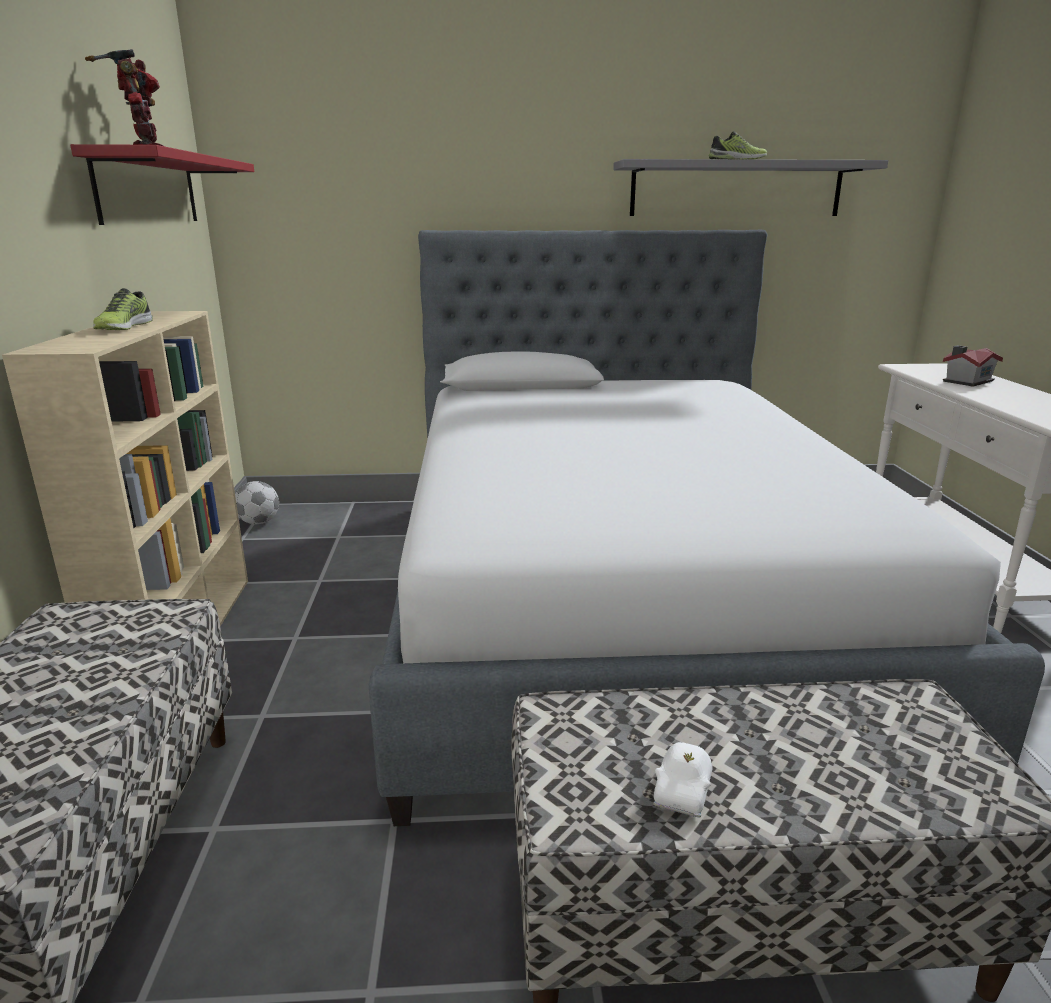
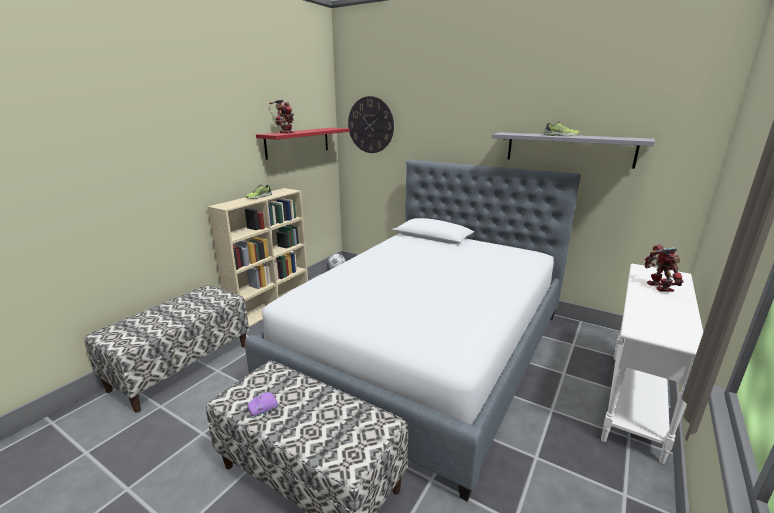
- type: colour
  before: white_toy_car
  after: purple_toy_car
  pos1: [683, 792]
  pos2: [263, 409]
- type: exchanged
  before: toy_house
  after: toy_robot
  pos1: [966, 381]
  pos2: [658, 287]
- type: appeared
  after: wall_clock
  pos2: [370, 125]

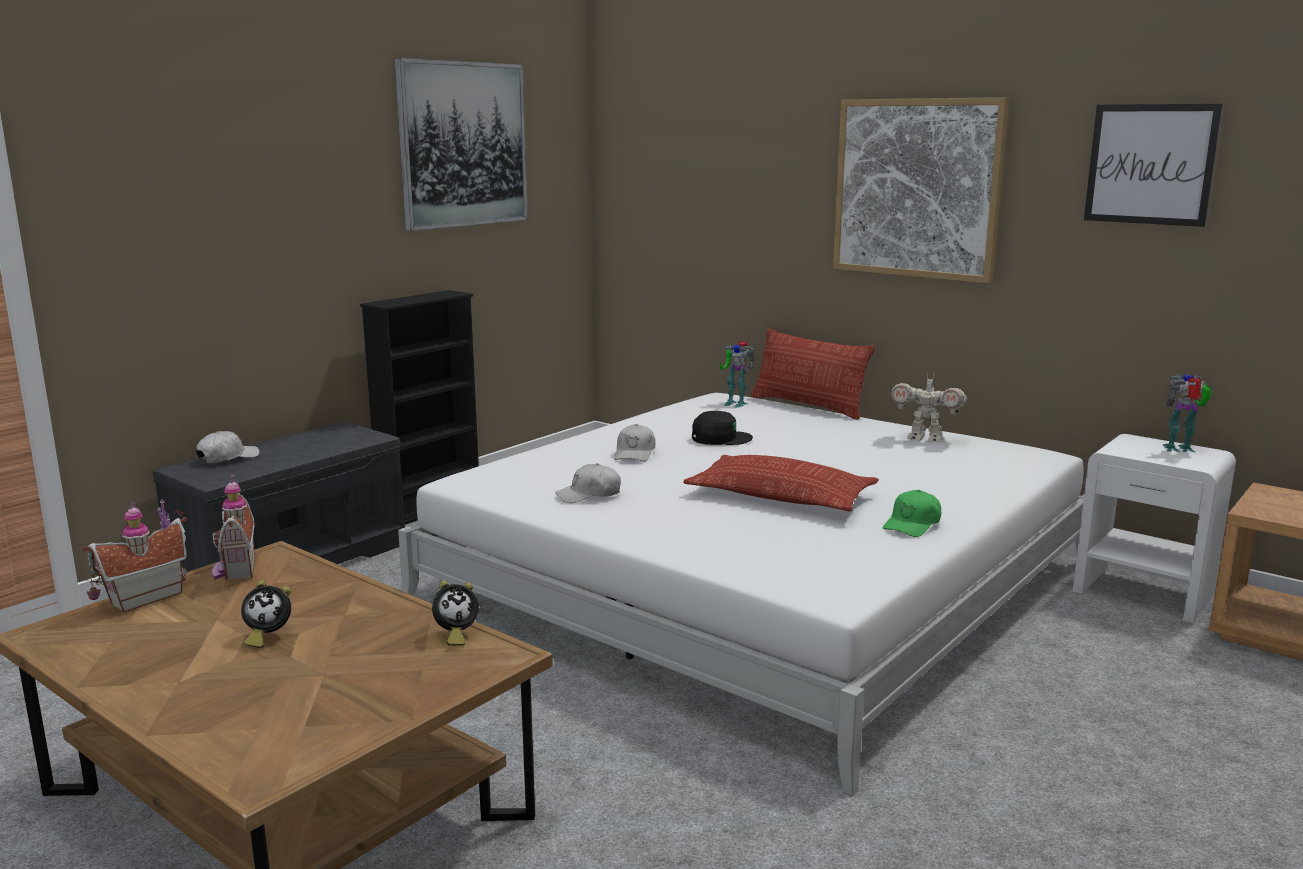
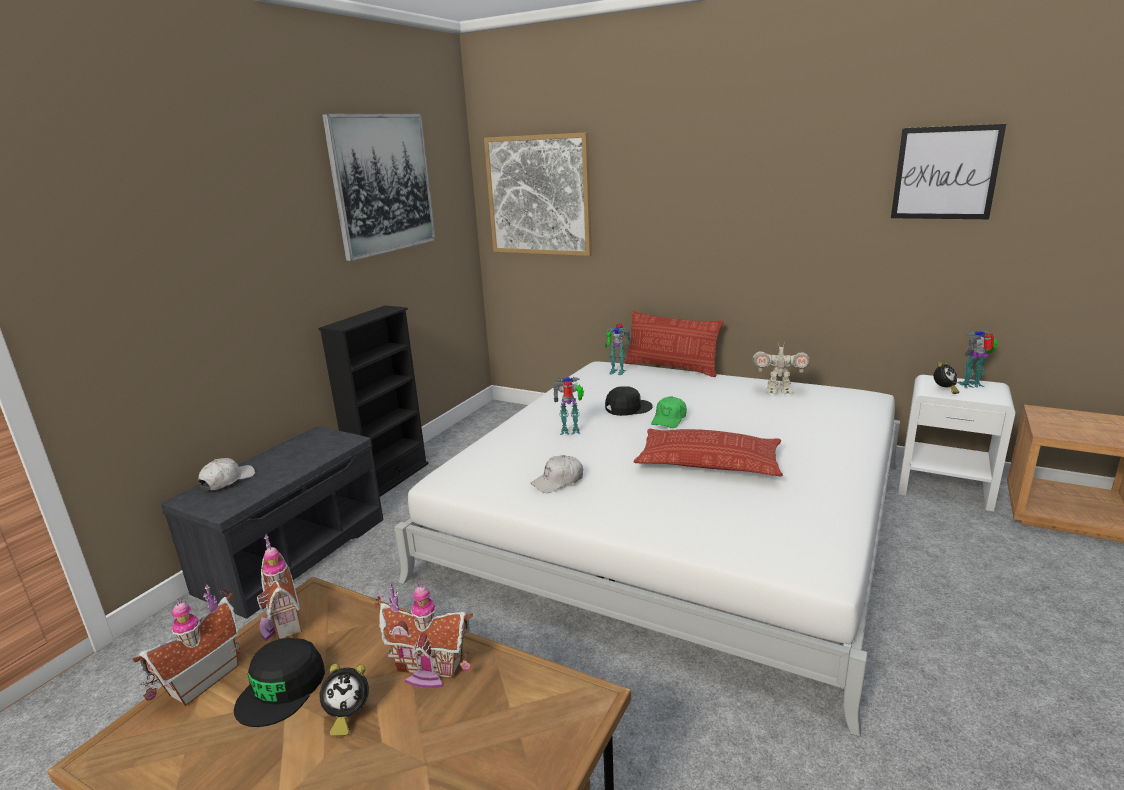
- type: relocated
  before: alarm_clock
  pos1: [455, 636]
  pos2: [944, 390]
- type: exchanged
  before: white_cap
  after: toy_robot
  pos1: [635, 453]
  pos2: [571, 432]
- type: relocated
  before: picture
  pos1: [916, 188]
  pos2: [539, 195]
- type: relocated
  before: green_cap
  pos1: [912, 525]
  pos2: [669, 419]
- type: appeared
  after: black_cap
  pos2: [282, 688]
- type: appeared
  after: toy_house
  pos2: [428, 670]

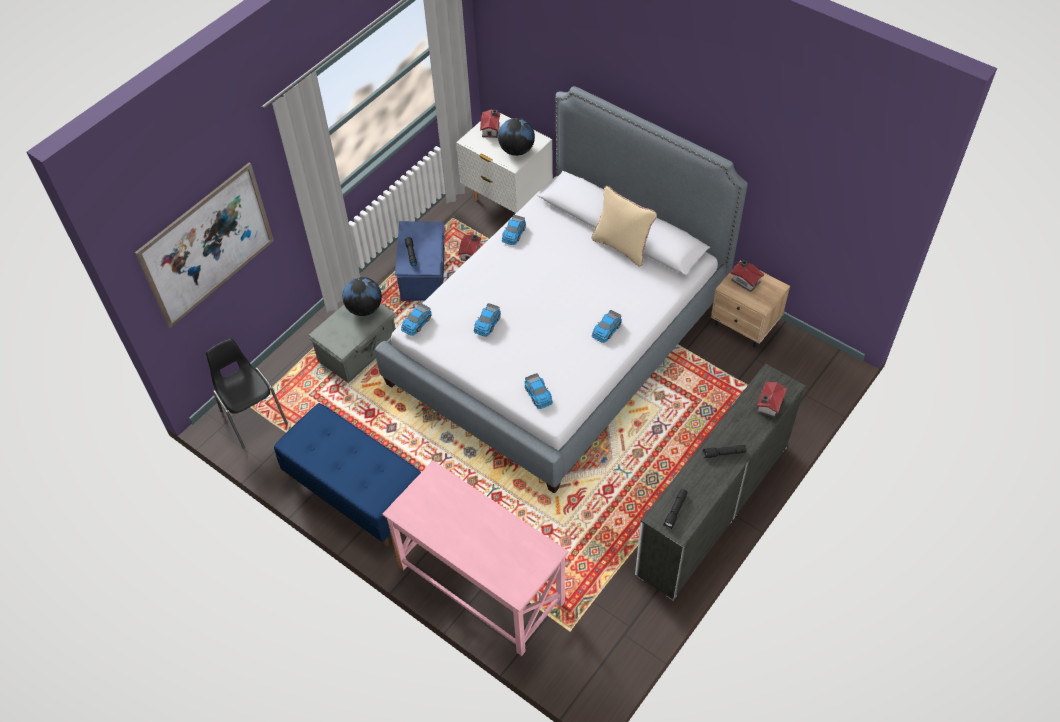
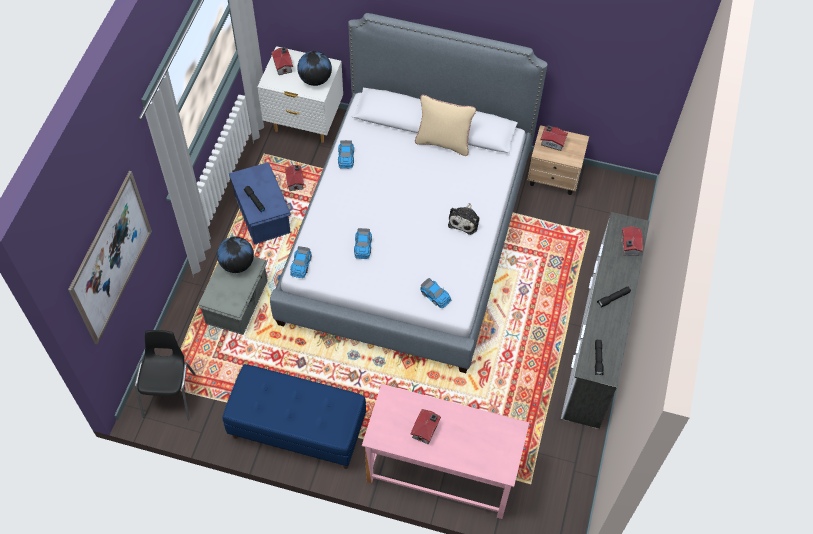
- type: spun
  before: black_chair
  pos1: [252, 416]
  pos2: [170, 393]
  turn: 60
- type: exchanged
  before: toy_car
  after: plush_toy
  pos1: [606, 330]
  pos2: [465, 221]
- type: appeared
  after: toy_house
  pos2: [426, 430]

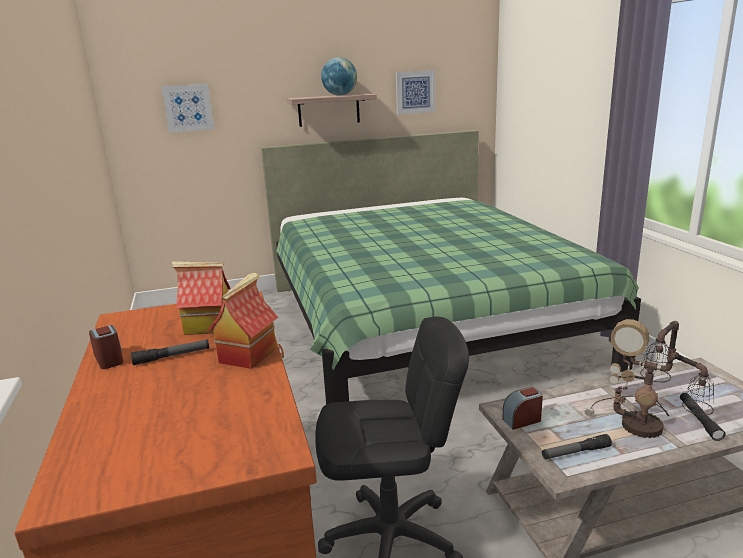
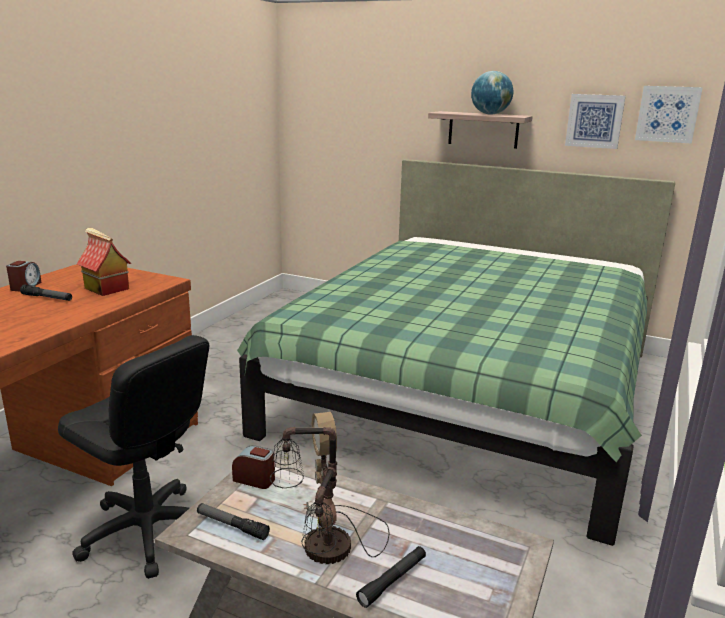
- type: relocated
  before: picture
  pos1: [188, 108]
  pos2: [667, 114]
- type: missing
  before: toy_house
  pos1: [247, 354]

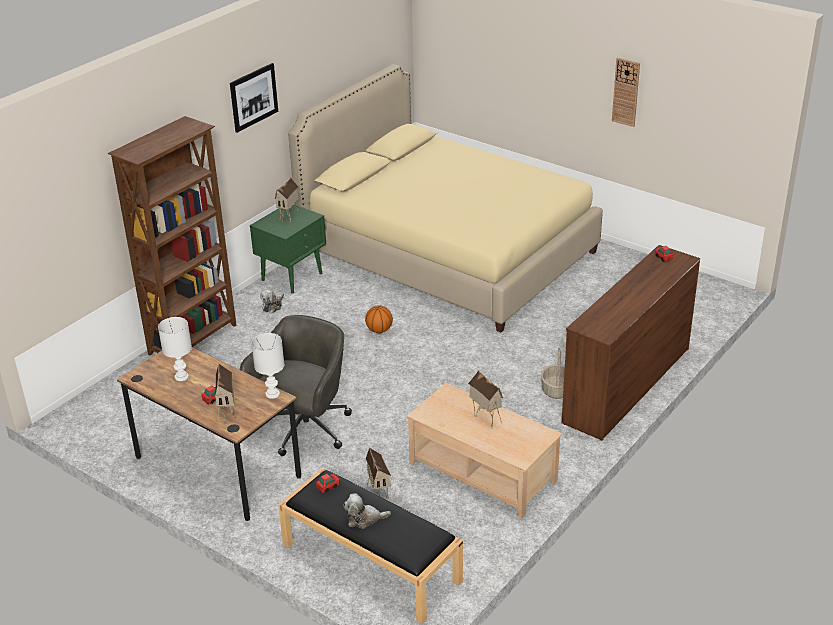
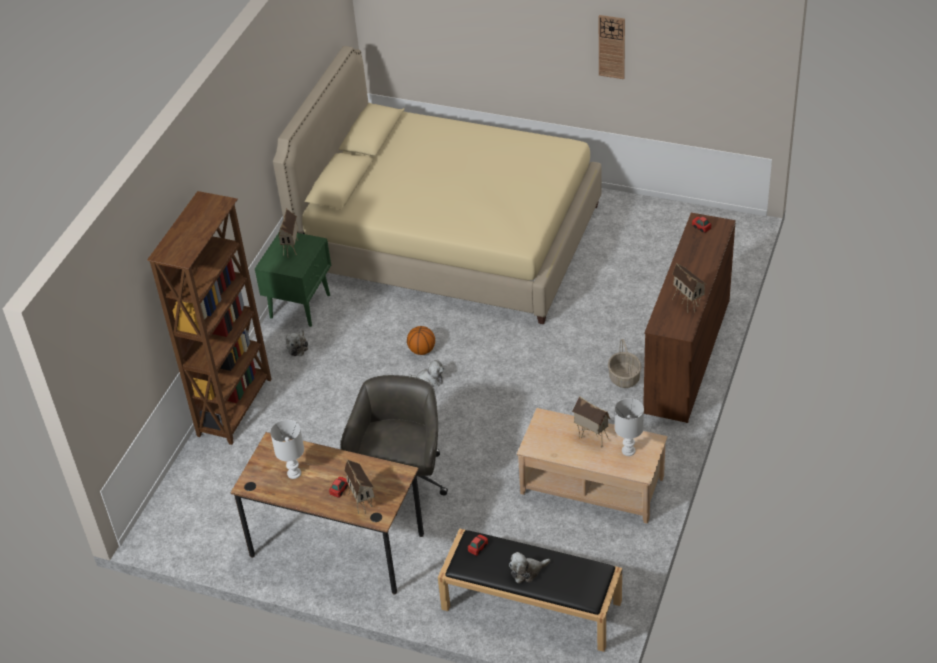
- type: missing
  before: picture
  pos1: [254, 97]
- type: relocated
  before: white_table_lamp
  pos1: [272, 394]
  pos2: [628, 451]
- type: relocated
  before: toy_house
  pos1: [379, 494]
  pos2: [687, 304]
- type: appeared
  after: plush_toy
  pos2: [429, 380]

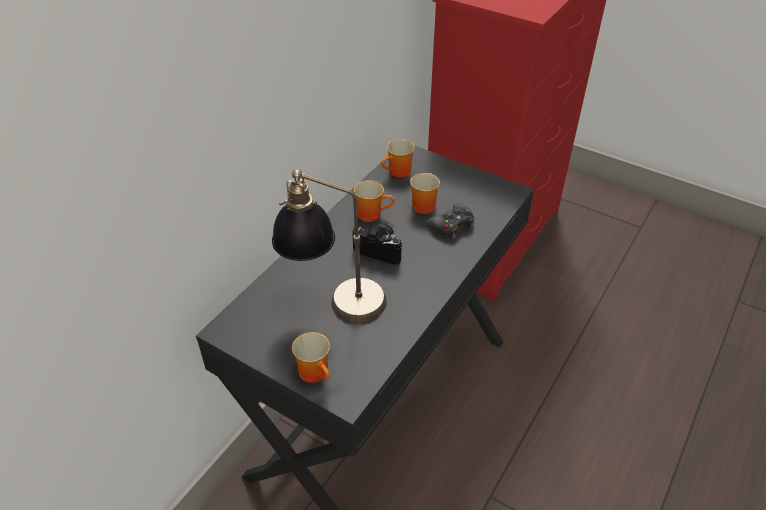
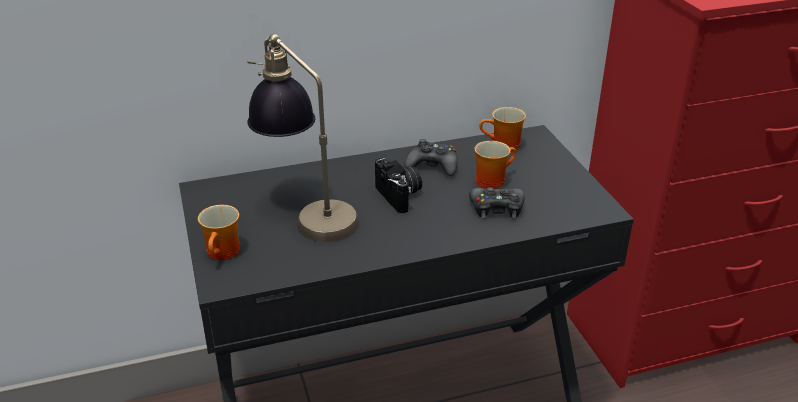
- type: exchanged
  before: mug
  after: black_game_controller
  pos1: [372, 213]
  pos2: [433, 166]

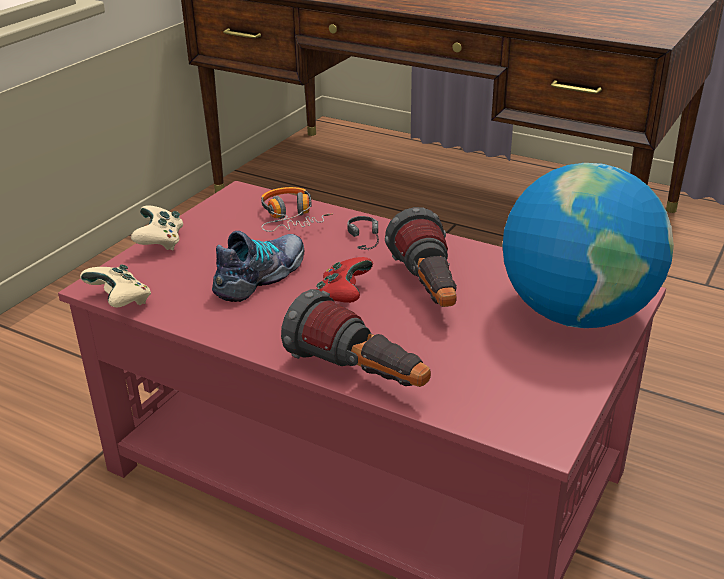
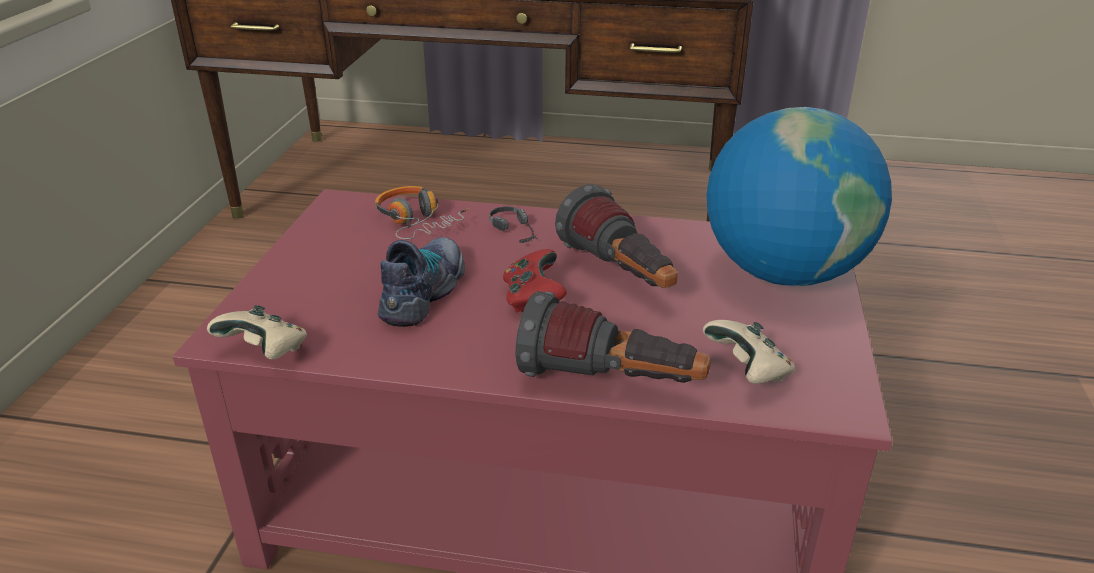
- type: relocated
  before: beige_game_controller
  pos1: [160, 242]
  pos2: [748, 371]

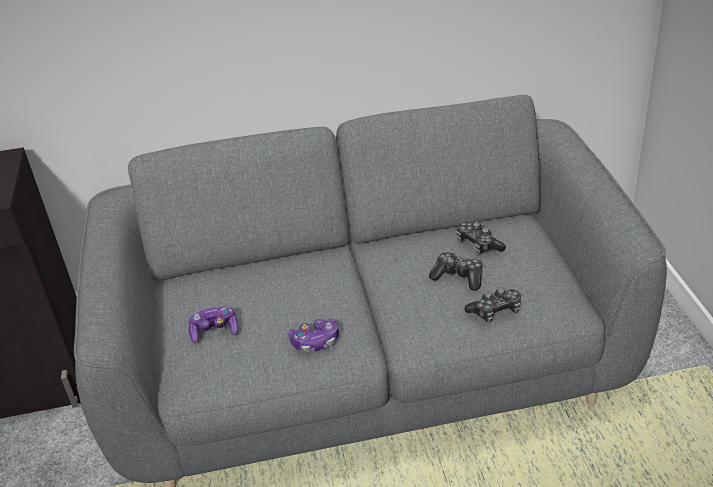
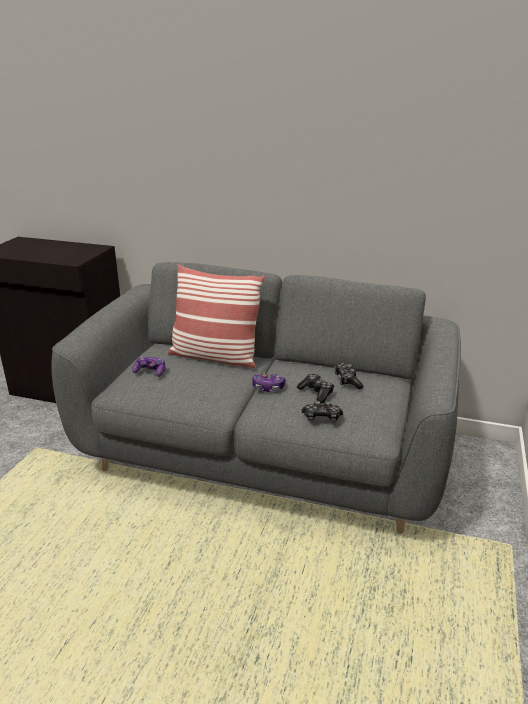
- type: relocated
  before: game_controller
  pos1: [315, 342]
  pos2: [268, 387]
- type: appeared
  after: pillow
  pos2: [214, 356]

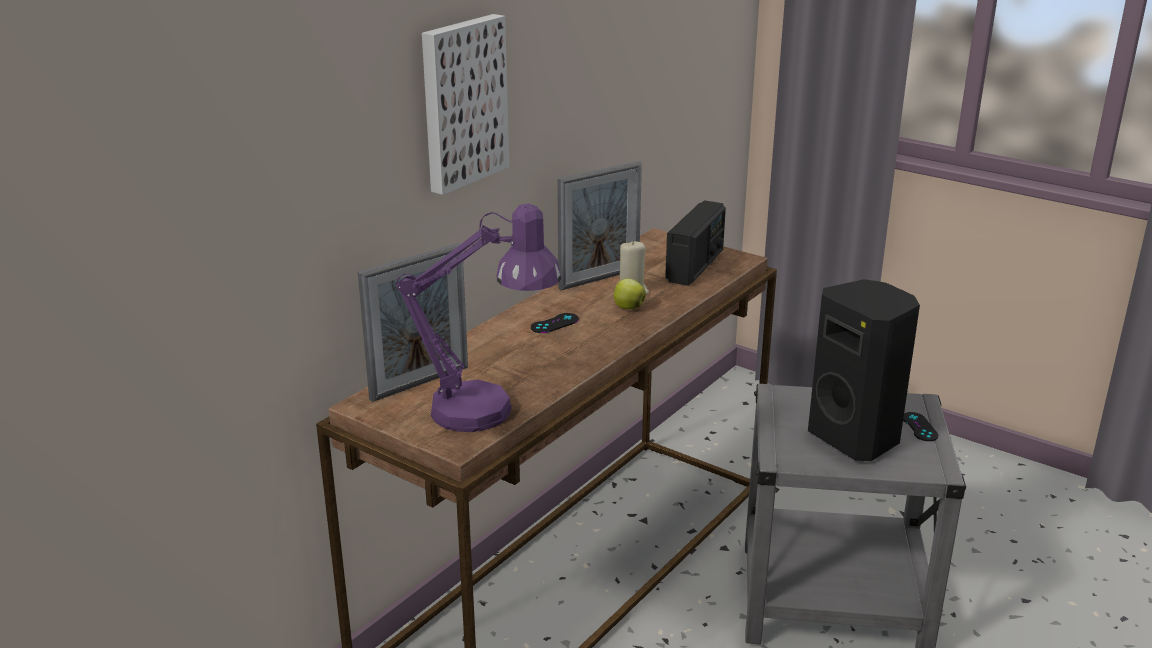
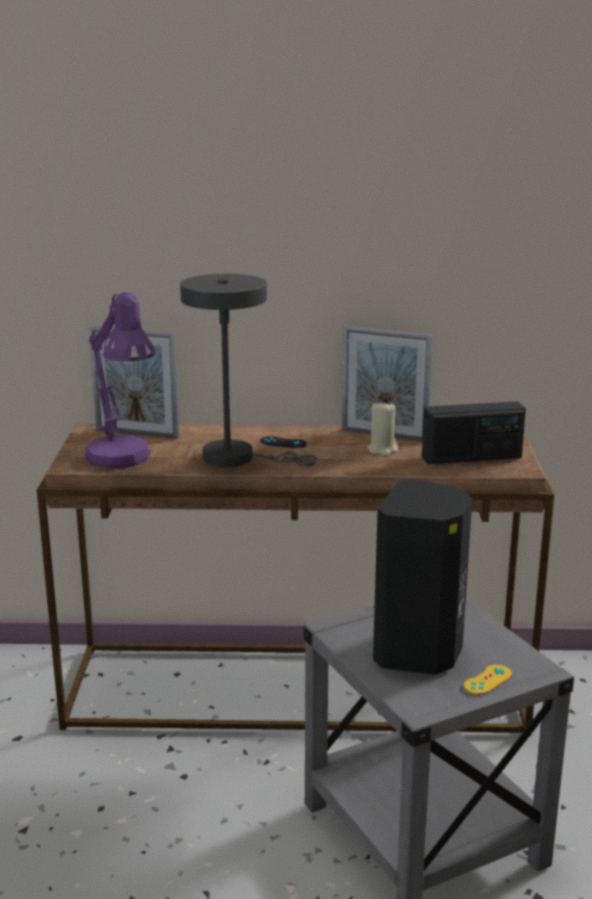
- type: missing
  before: picture
  pos1: [461, 102]
- type: missing
  before: apple
  pos1: [628, 307]
- type: colour
  before: black_game_controller
  after: yellow_game_controller
  pos1: [919, 427]
  pos2: [487, 680]
- type: appeared
  after: grey_table_lamp
  pos2: [237, 458]

